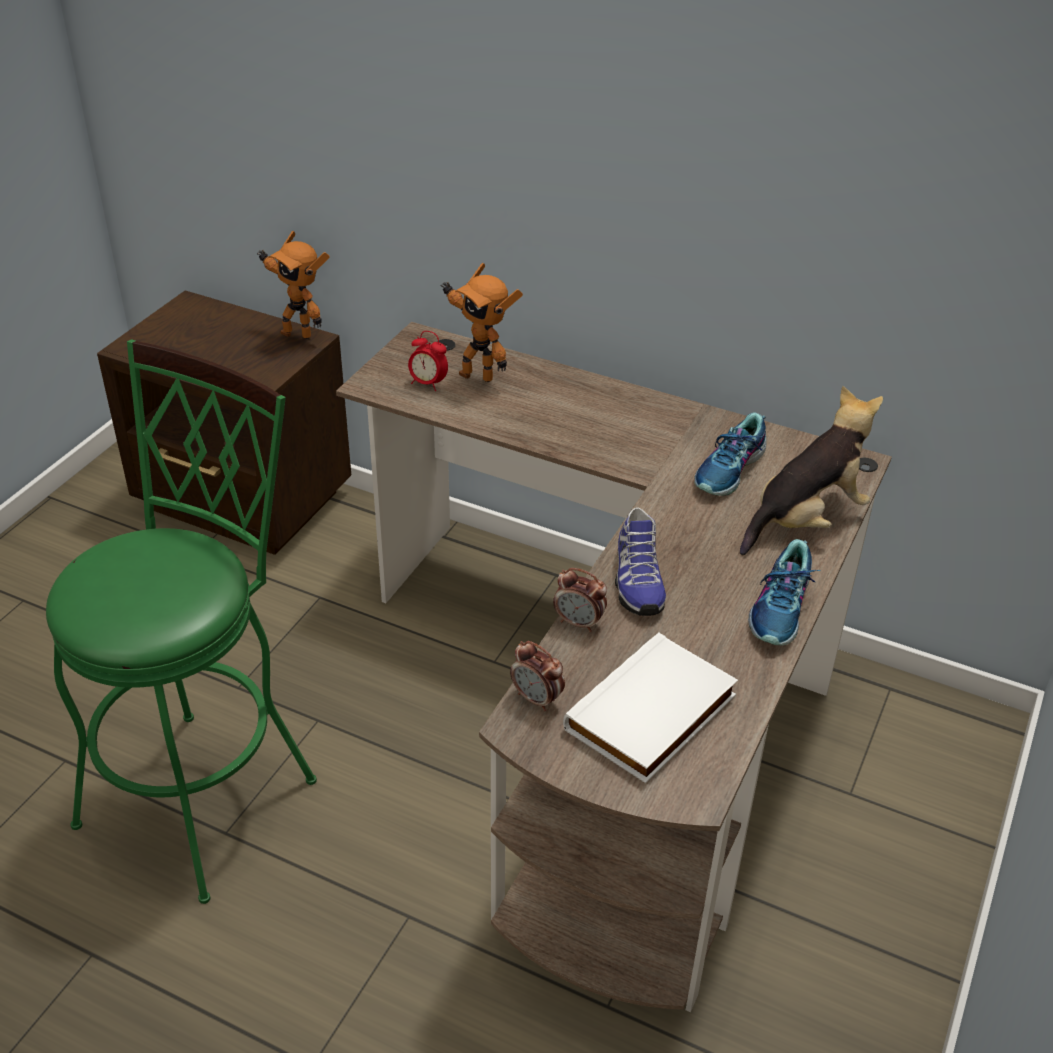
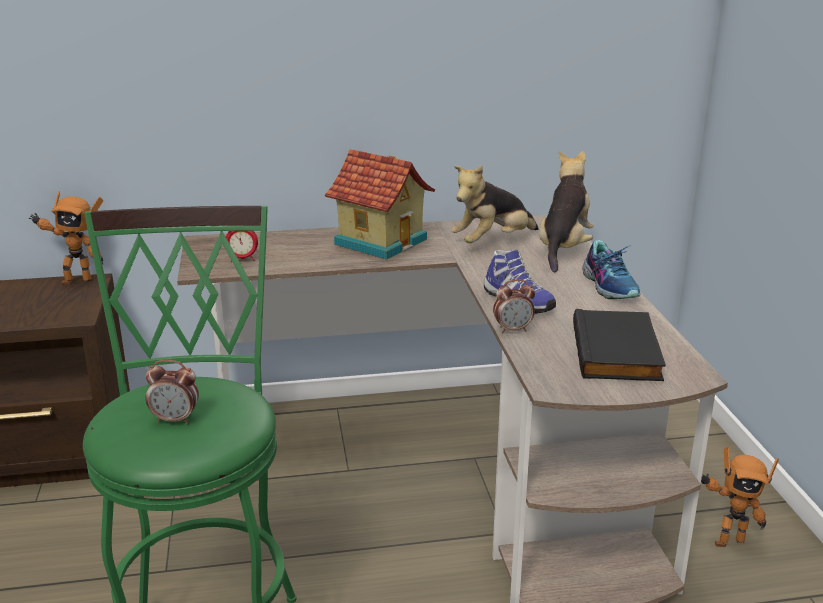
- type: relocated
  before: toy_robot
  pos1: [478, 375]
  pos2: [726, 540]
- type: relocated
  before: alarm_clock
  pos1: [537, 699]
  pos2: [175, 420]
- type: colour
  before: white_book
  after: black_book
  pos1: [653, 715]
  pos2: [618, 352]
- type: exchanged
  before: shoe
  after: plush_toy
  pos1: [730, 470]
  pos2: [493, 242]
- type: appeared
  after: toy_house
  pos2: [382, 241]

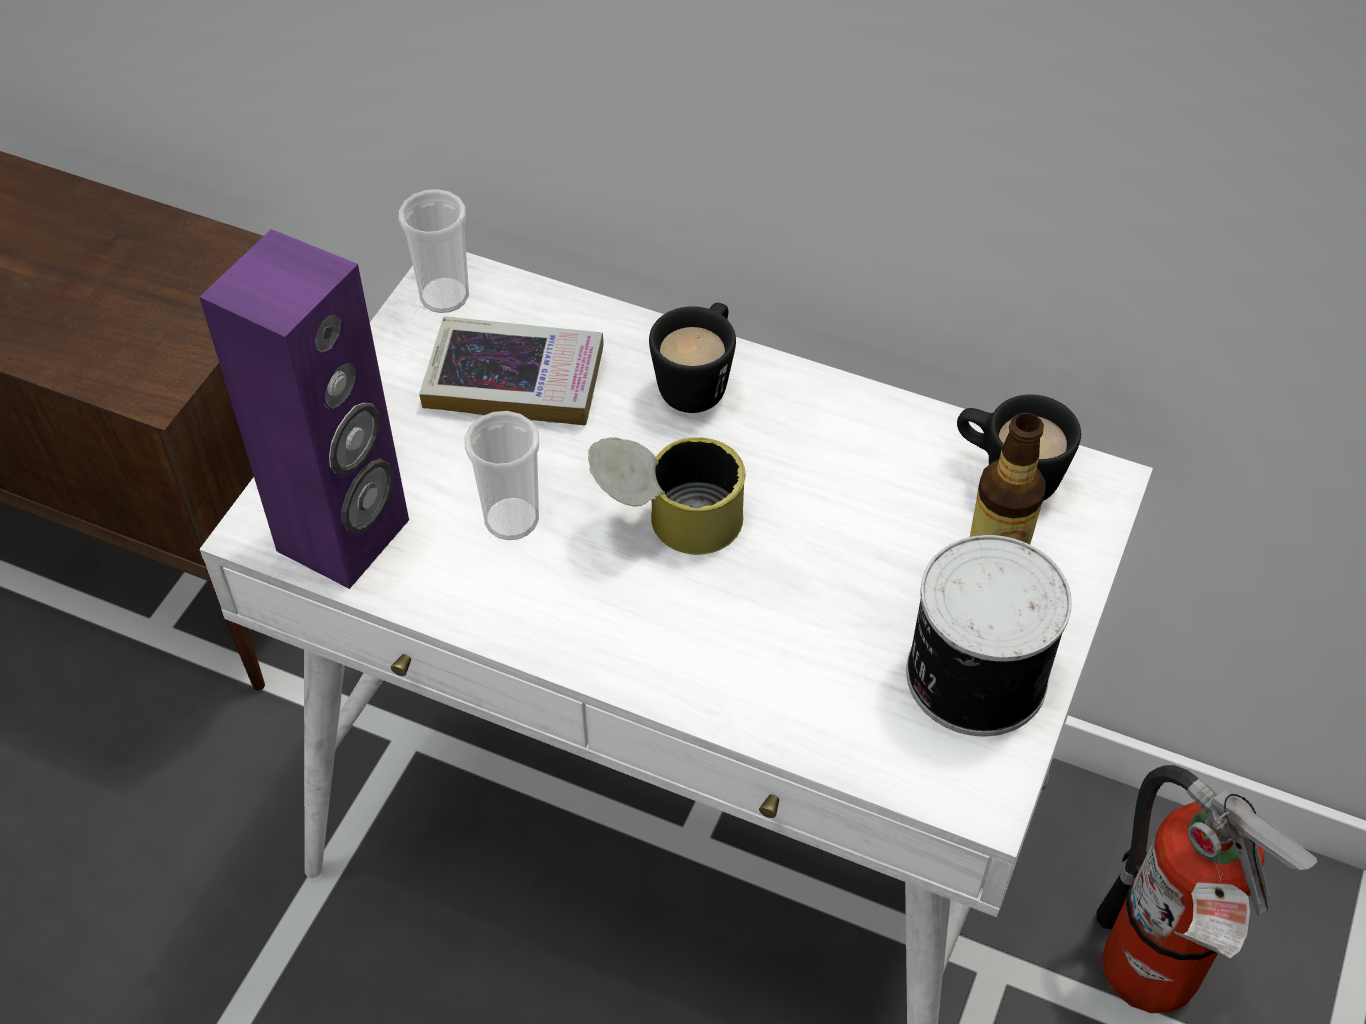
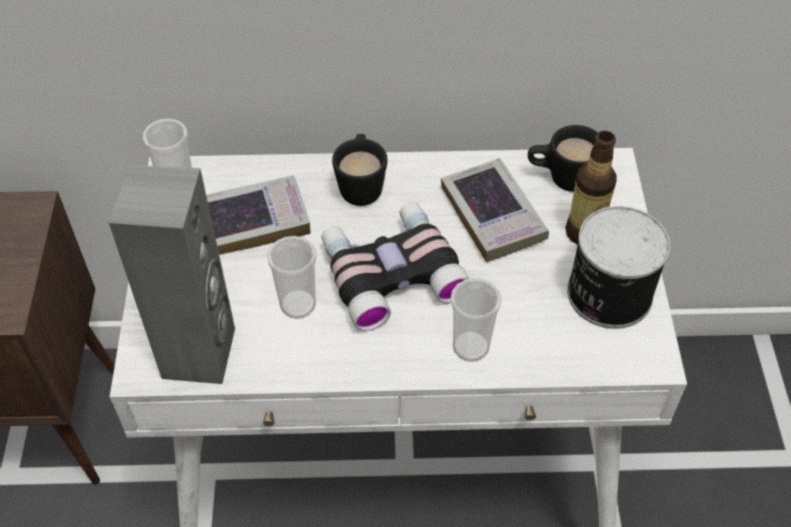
- type: colour
  before: purple_speaker
  after: grey_speaker
  pos1: [345, 536]
  pos2: [200, 353]
- type: exchanged
  before: can
  after: binoculars
  pos1: [668, 521]
  pos2: [391, 272]
- type: missing
  before: fire_extinguisher
  pos1: [1152, 982]
- type: appeared
  after: book
  pos2: [493, 215]
- type: appeared
  after: cup
  pos2: [470, 347]

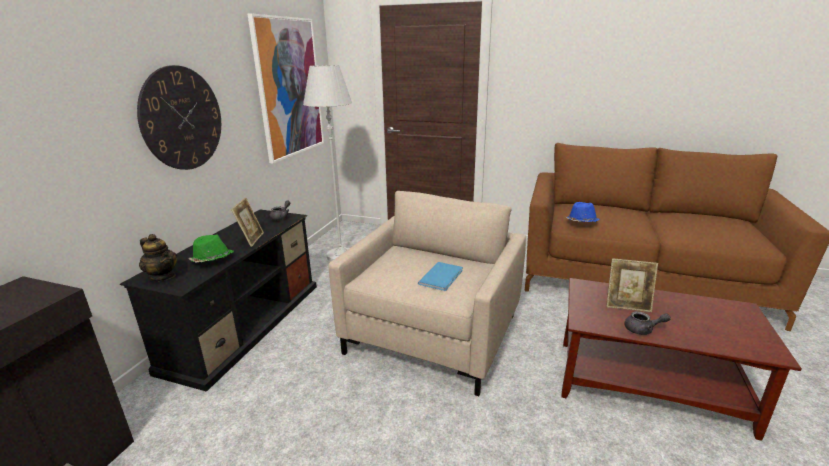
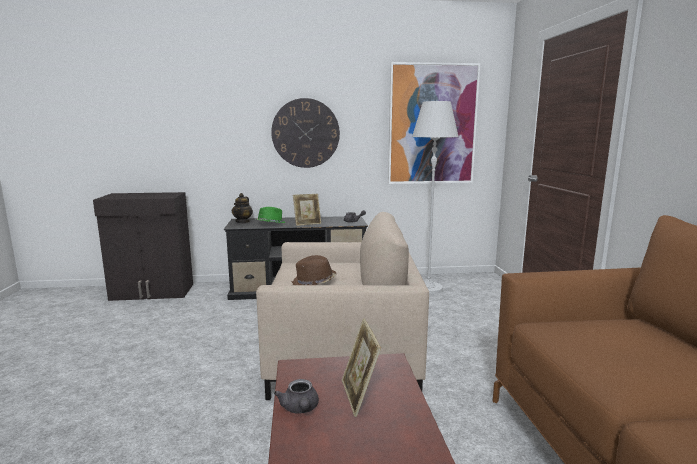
- type: exchanged
  before: blue_book
  after: brown_hat
  pos1: [443, 276]
  pos2: [314, 282]
- type: missing
  before: blue_hat
  pos1: [581, 222]

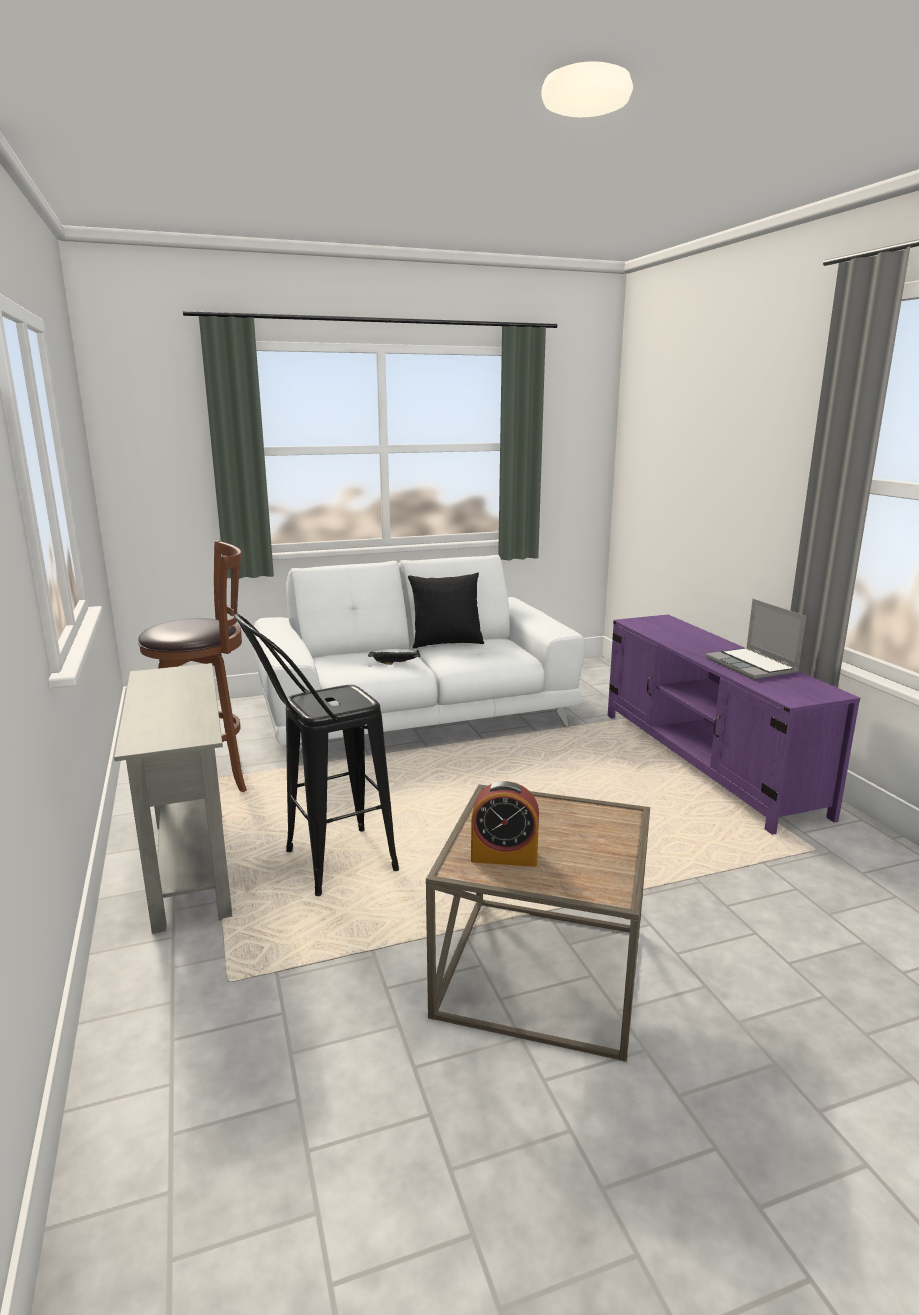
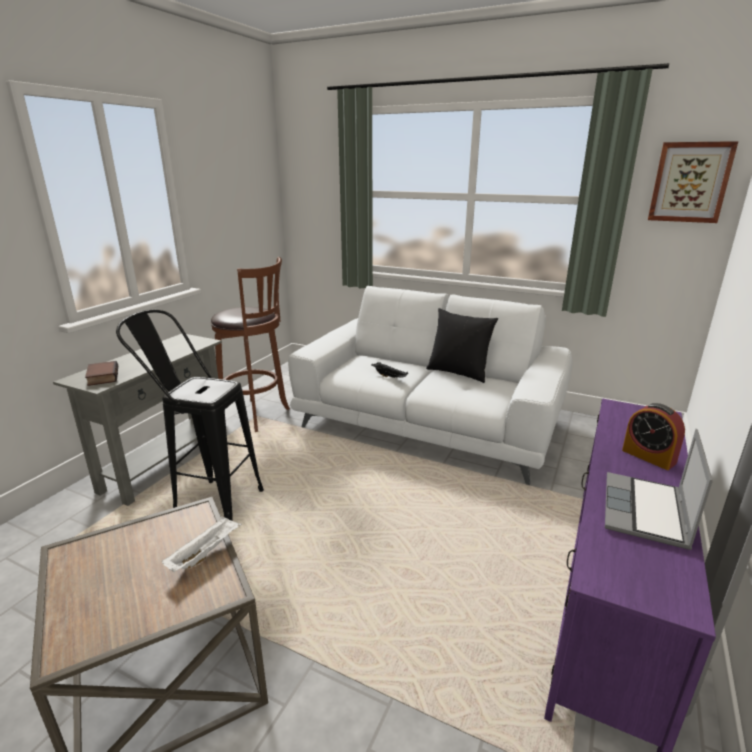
- type: relocated
  before: alarm_clock
  pos1: [504, 856]
  pos2: [648, 456]
- type: appeared
  after: book
  pos2: [102, 377]
- type: appeared
  after: white_tray
  pos2: [205, 553]
- type: appeared
  after: picture
  pos2: [690, 182]

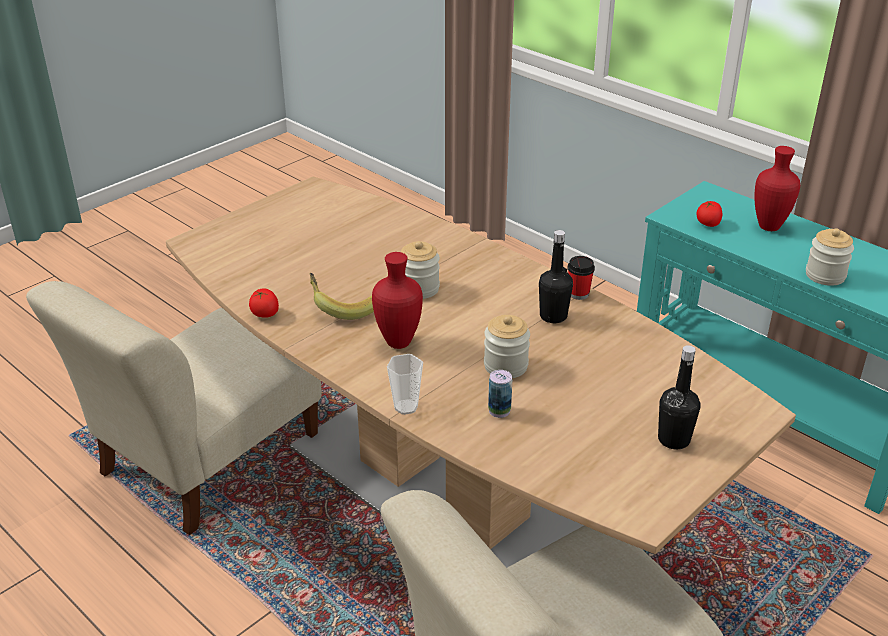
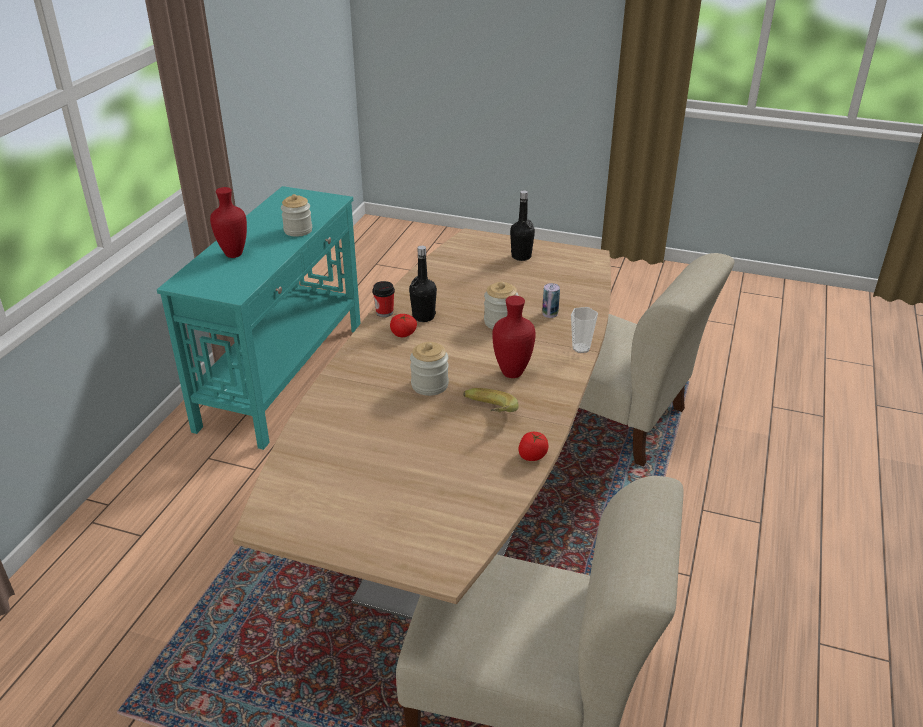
- type: relocated
  before: tomato
  pos1: [708, 224]
  pos2: [403, 334]

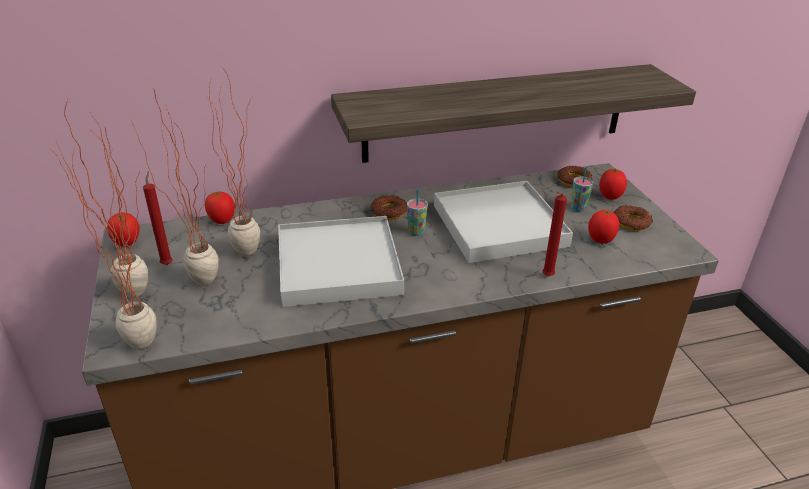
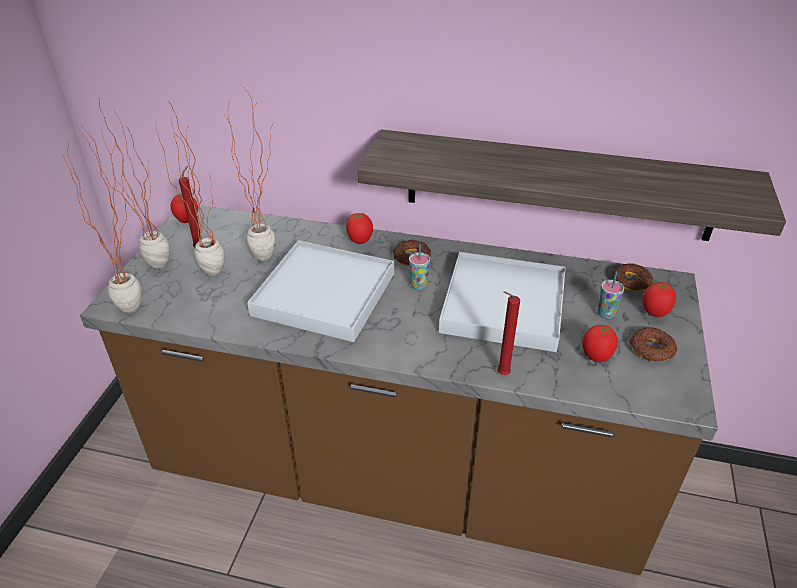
- type: relocated
  before: tomato
  pos1: [222, 221]
  pos2: [360, 241]

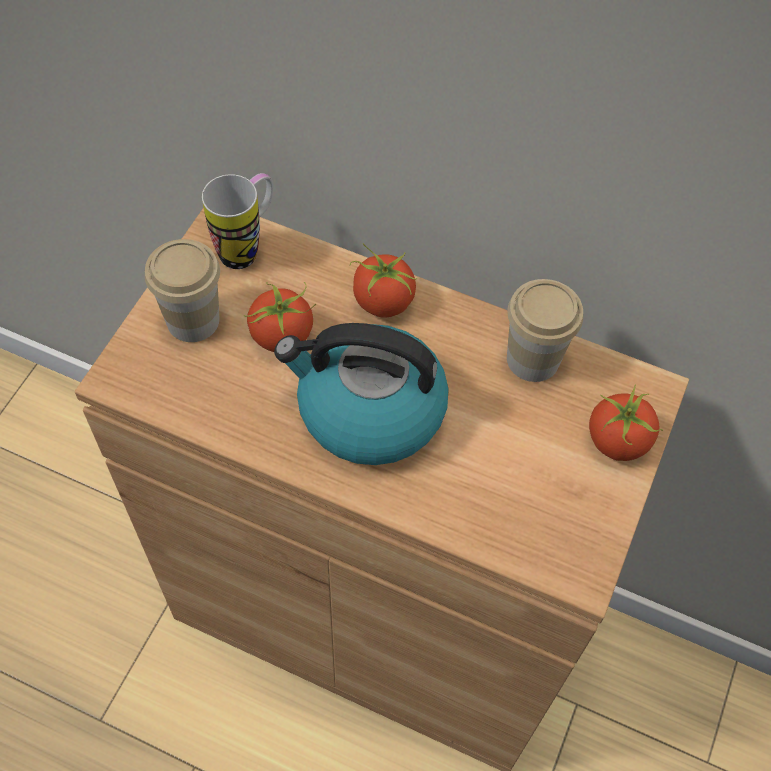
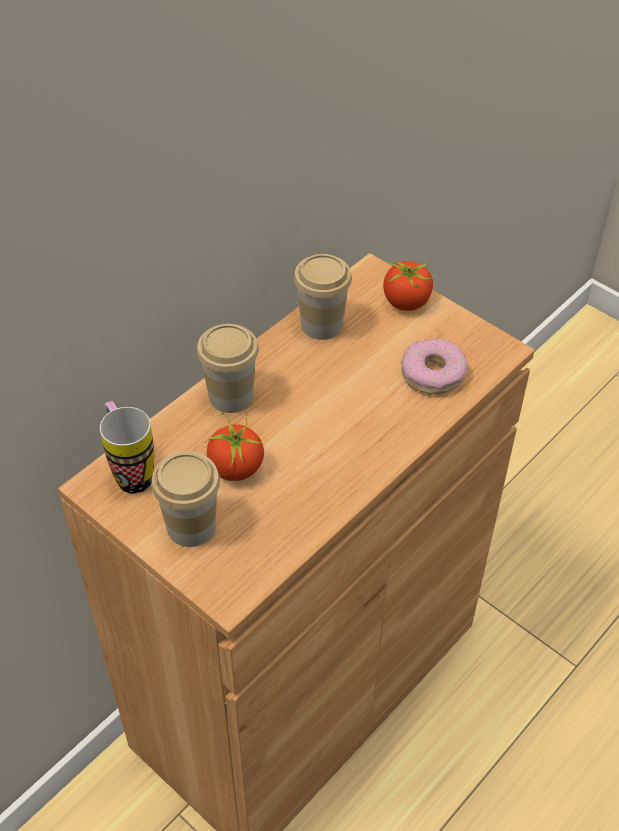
- type: missing
  before: kettle
  pos1: [368, 410]
- type: exchanged
  before: tomato
  after: cup
  pos1: [382, 302]
  pos2: [231, 396]
- type: appeared
  after: donut
  pos2: [432, 373]

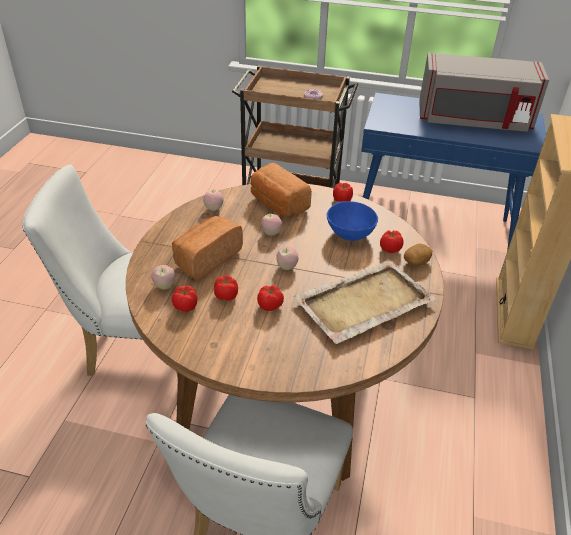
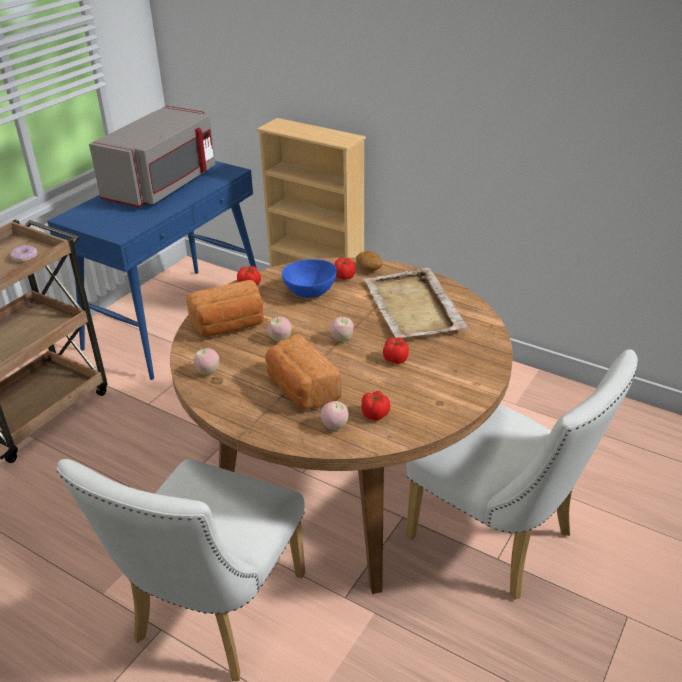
- type: missing
  before: tomato
  pos1: [226, 295]

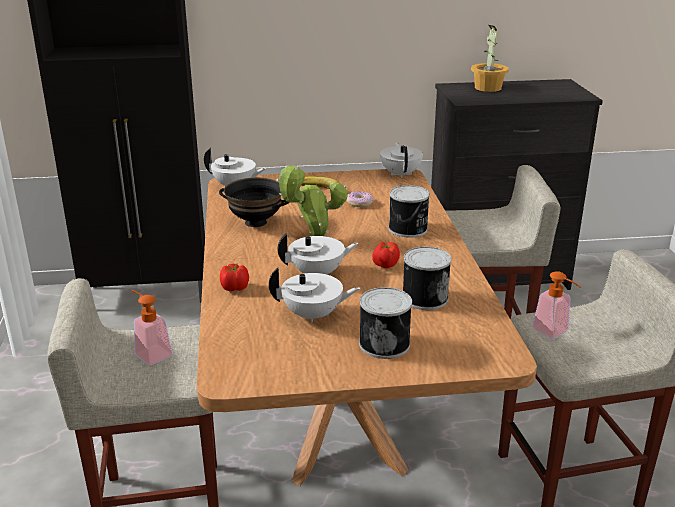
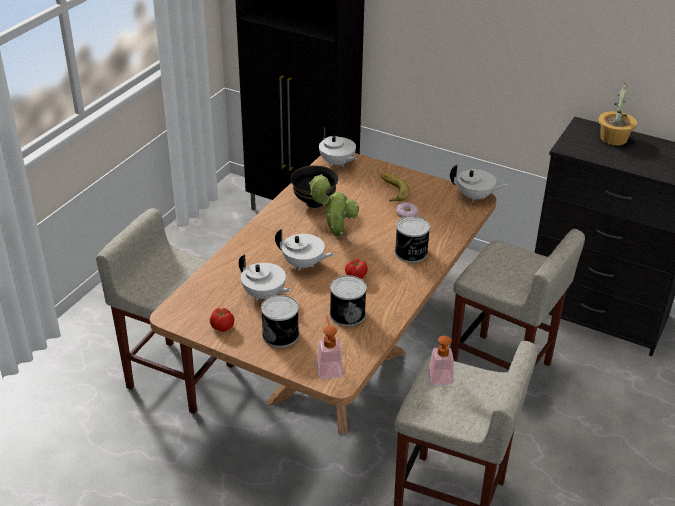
- type: relocated
  before: soap_dispenser
  pos1: [150, 353]
  pos2: [328, 367]
- type: relocated
  before: tomato
  pos1: [235, 288]
  pos2: [222, 327]
- type: spun
  before: white_teapot
  pos1: [401, 174]
  pos2: [475, 197]
  turn: 75

